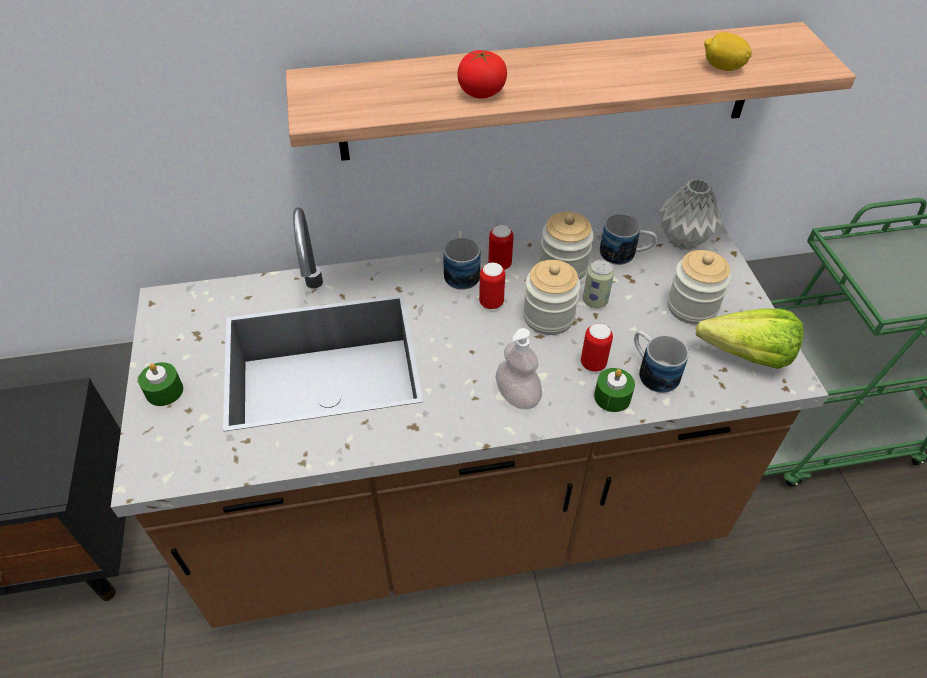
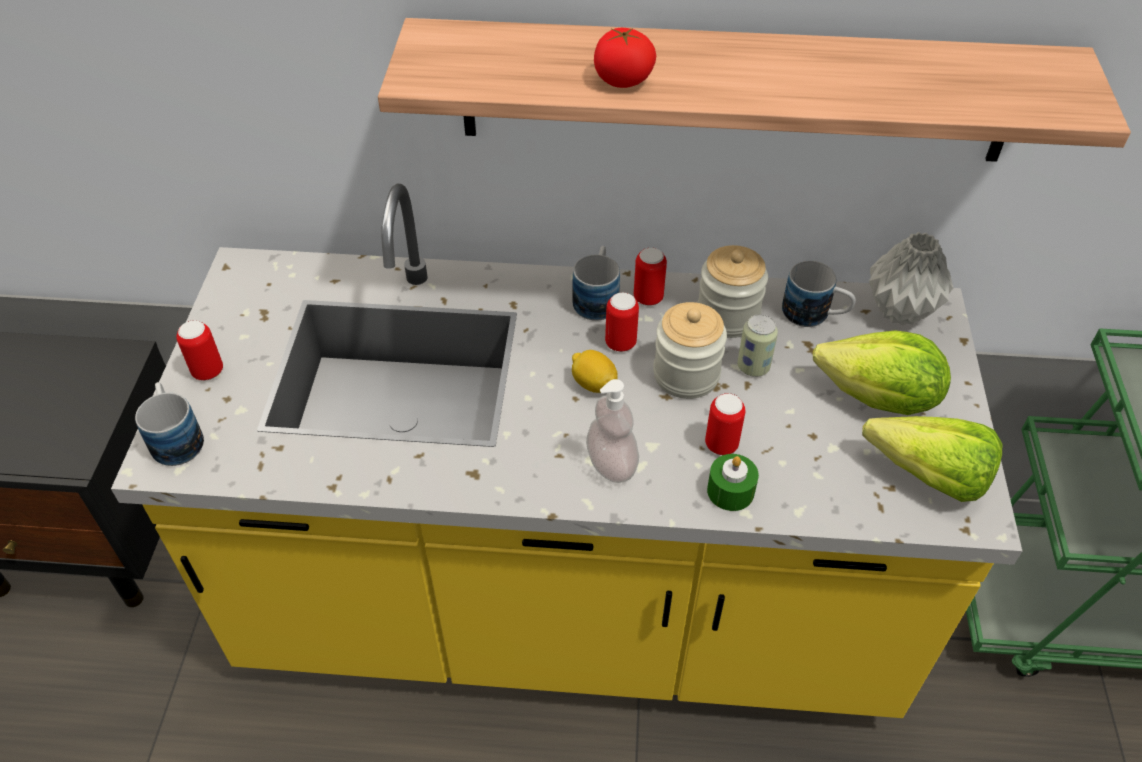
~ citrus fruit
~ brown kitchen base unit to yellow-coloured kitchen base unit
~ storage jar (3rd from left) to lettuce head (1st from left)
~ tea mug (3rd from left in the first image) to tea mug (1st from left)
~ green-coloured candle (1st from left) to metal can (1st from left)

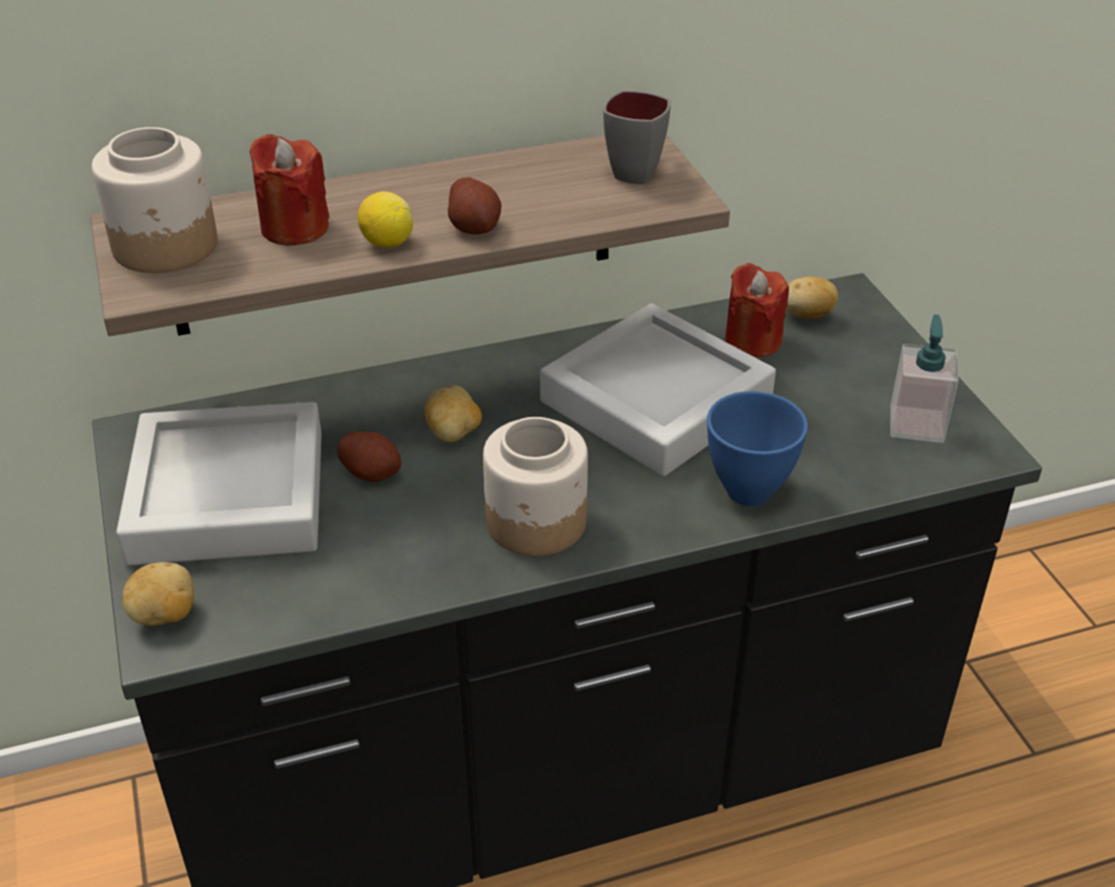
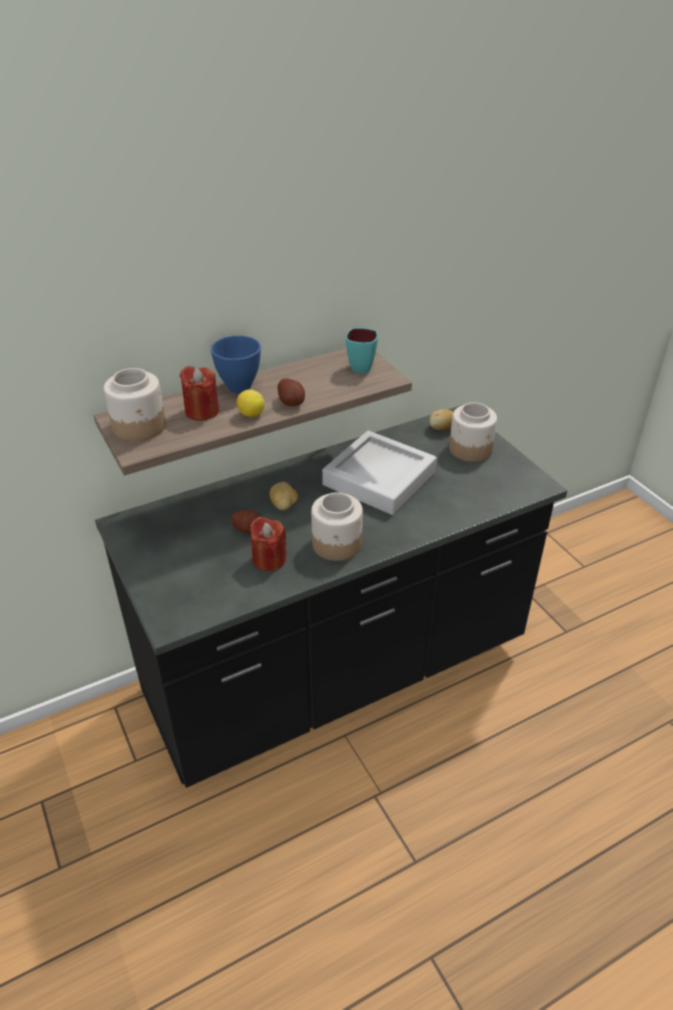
~ gray tea mug to blue-green tea mug
~ reddish candle (2nd from left)
- soap dispenser
~ blue deep dish
- gray tray (1st from left)
- potato (1st from left)
+ storage jar (3rd from left)

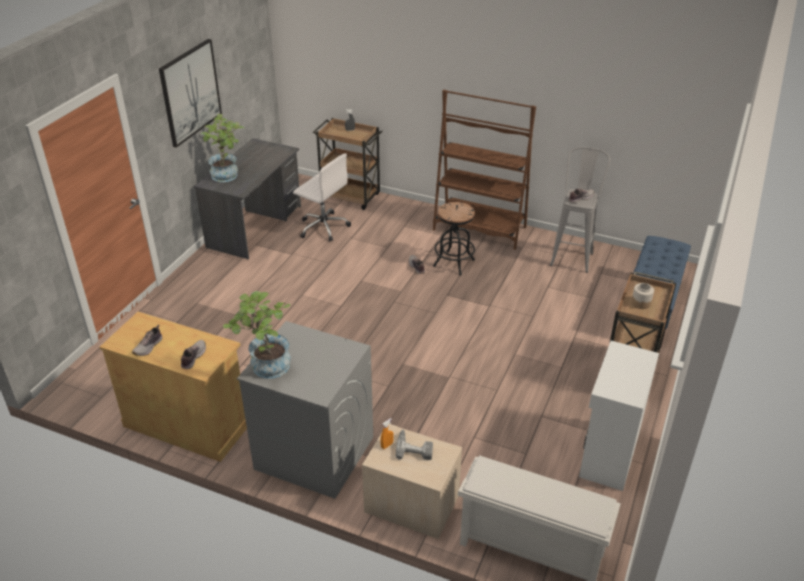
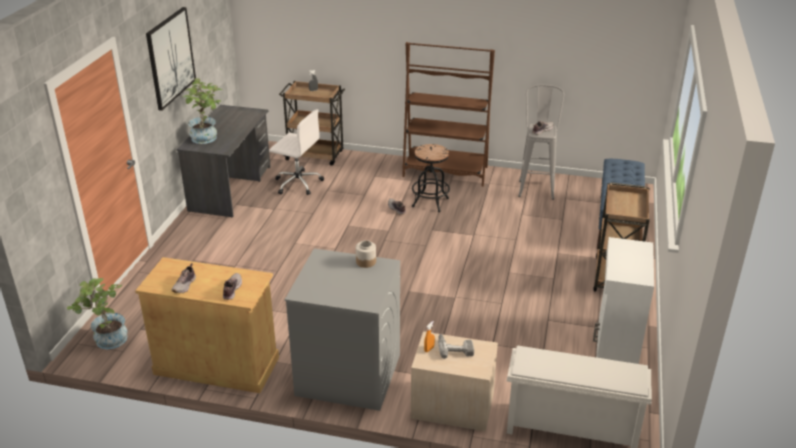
~ storage jar
~ plant in a pot (2nd from left in the first image) to plant in a pot (1st from left)

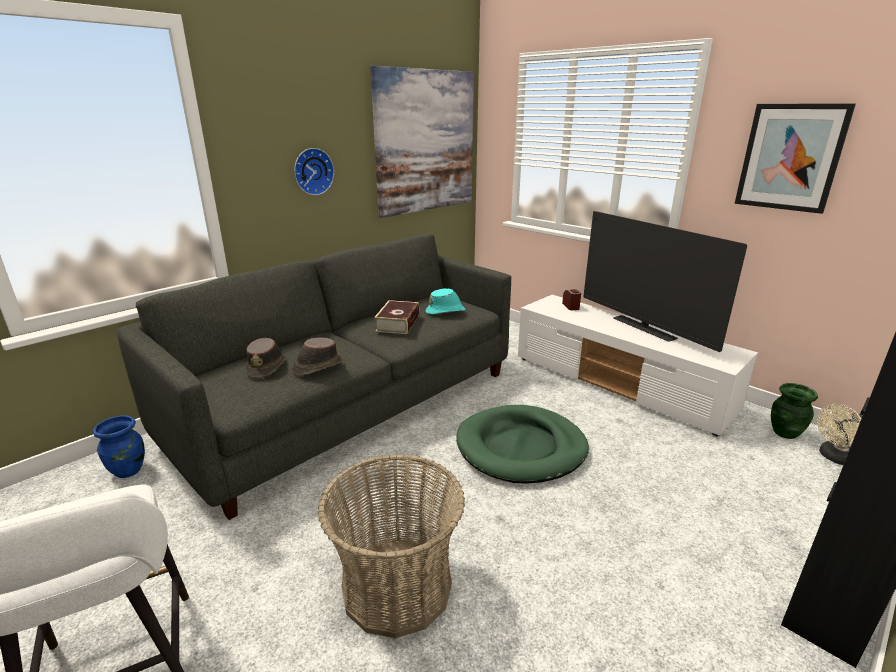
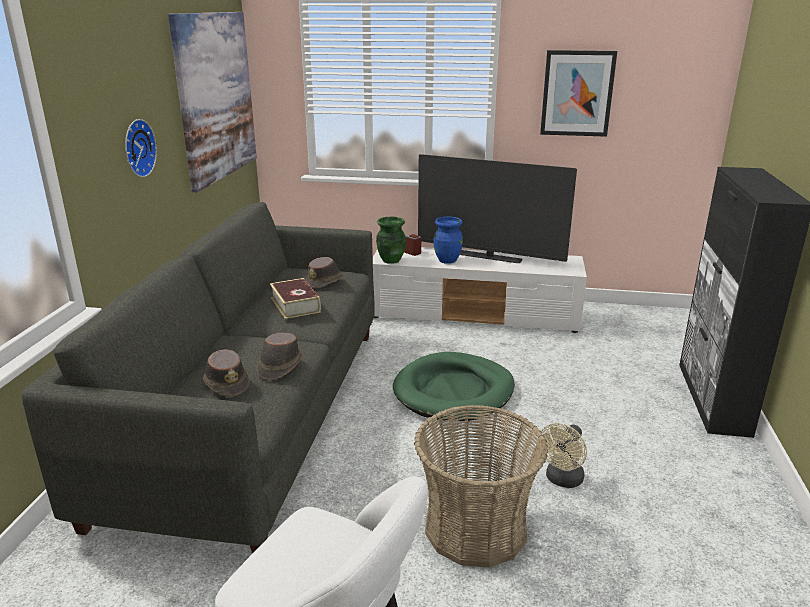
~ blue-green clothing hat to brown clothing hat (3rd from left)
~ green-coloured flower vase
~ beige-coloured fan
~ blue flower vase

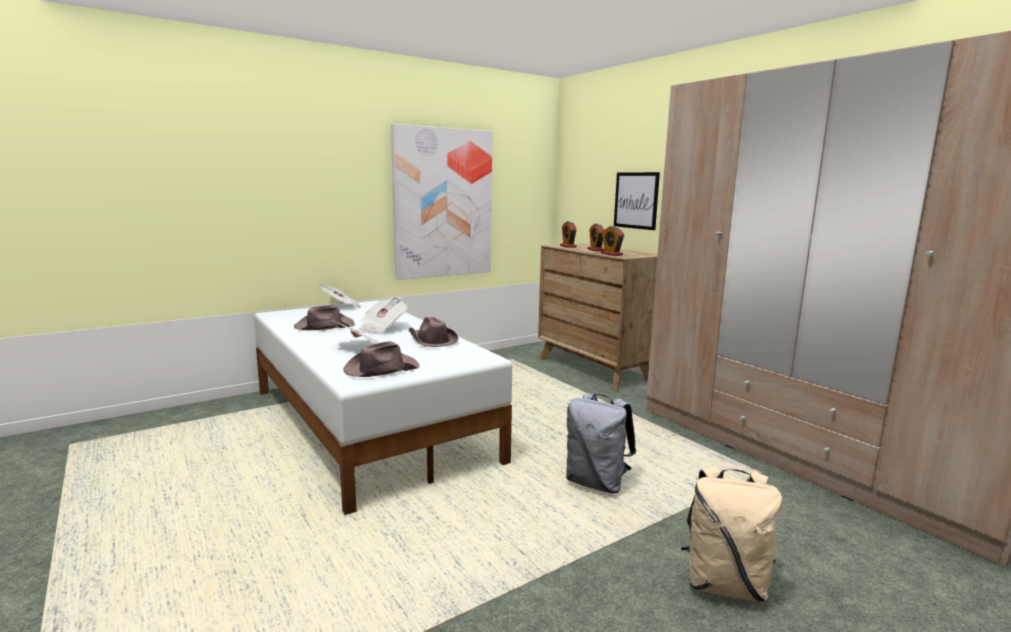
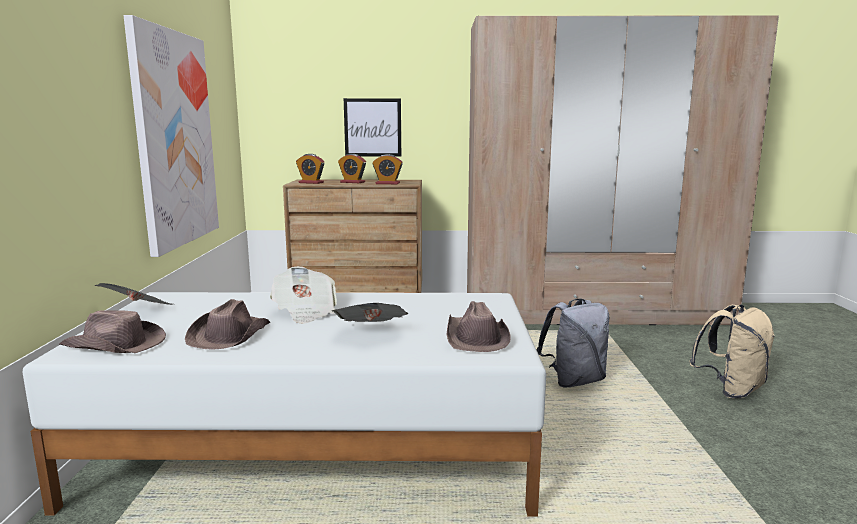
~ brown clothing hat (3rd from left in the first image) to brown clothing hat (1st from left)

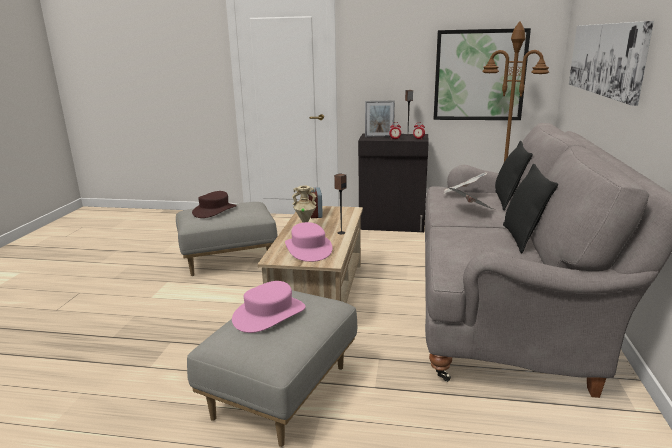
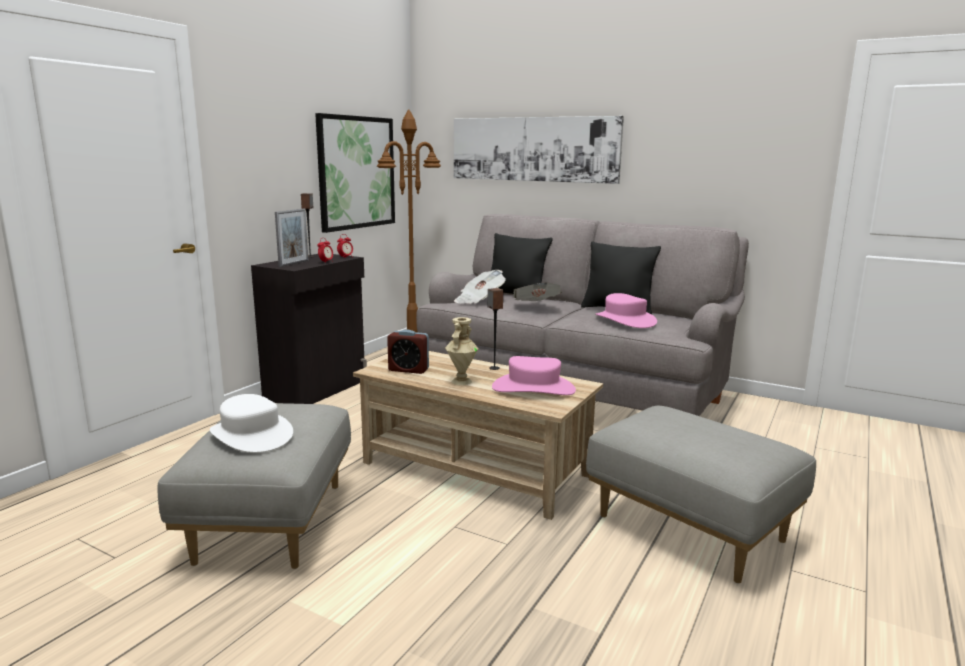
~ brown clothing hat to white clothing hat
~ pink-coloured clothing hat (1st from left in the first image) to pink-coloured clothing hat (2nd from left)

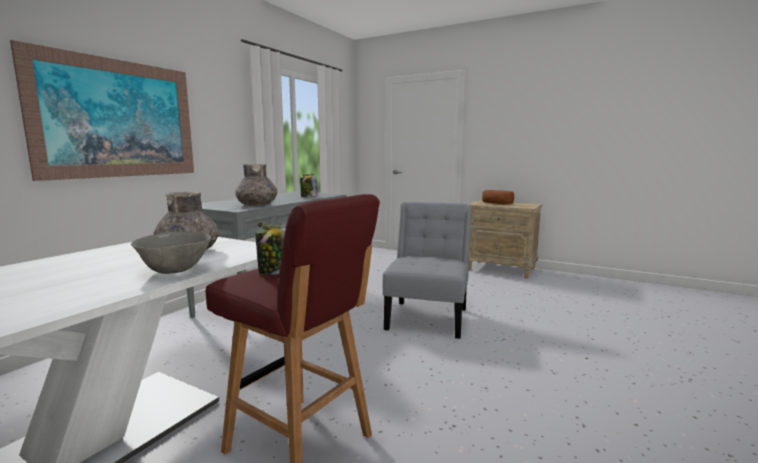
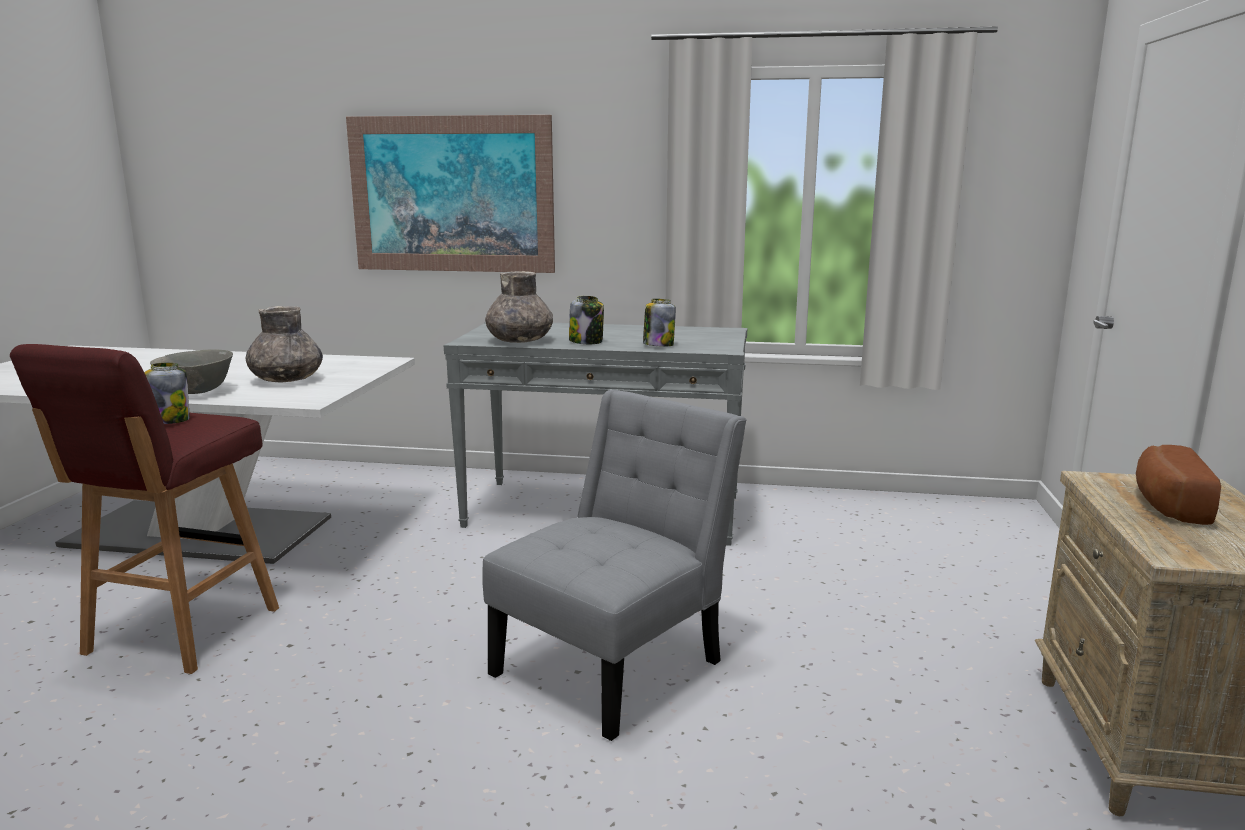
~ gray plain chair 45 degrees counterclockwise
+ storage jar (2nd from left)

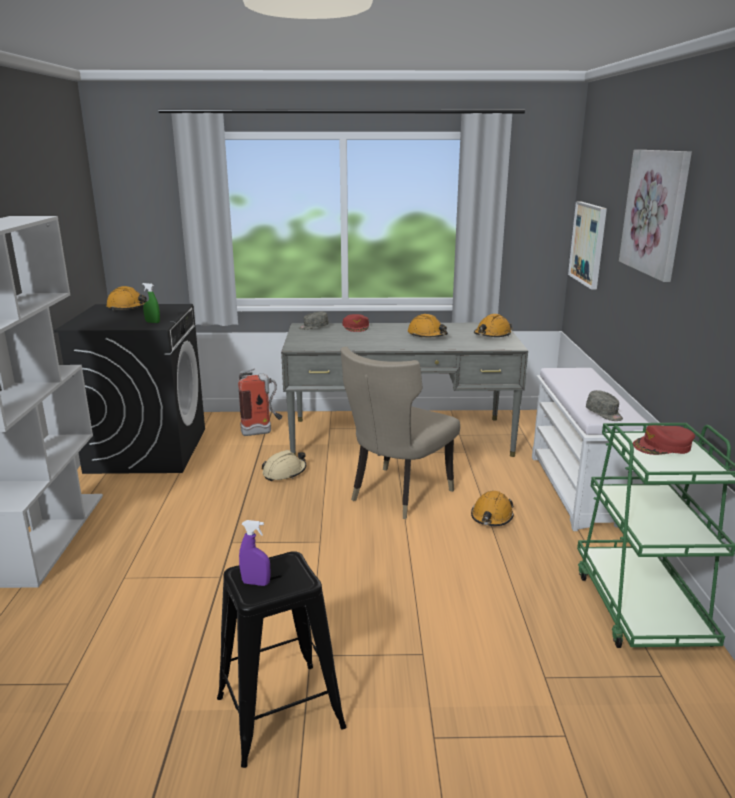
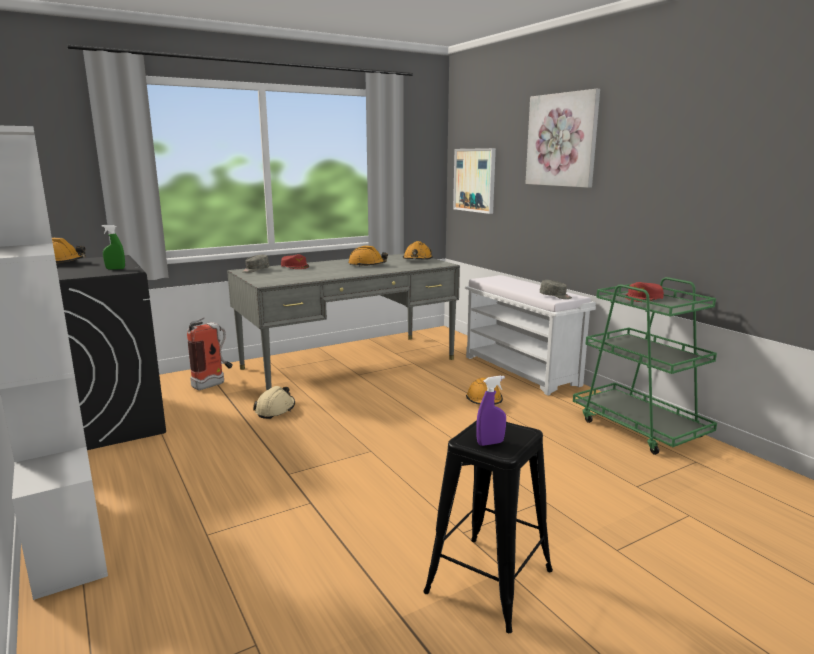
- beige-coloured plain chair

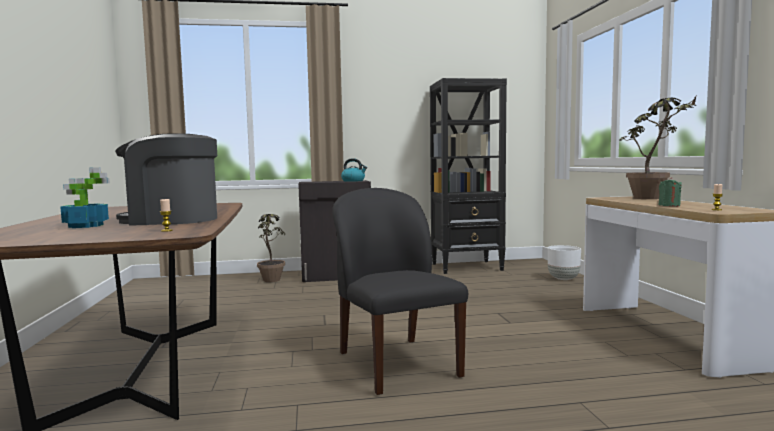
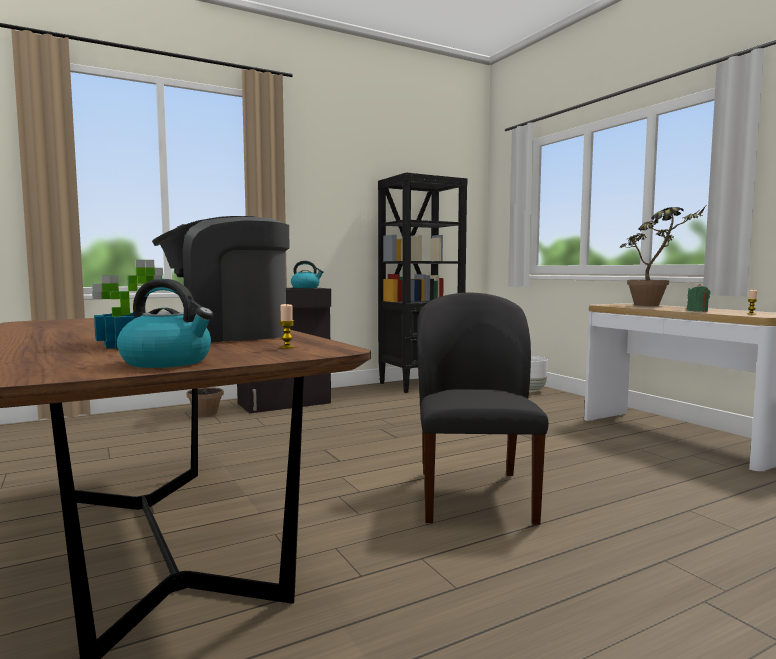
~ black plain chair 45 degrees clockwise
+ kettle (1st from left)

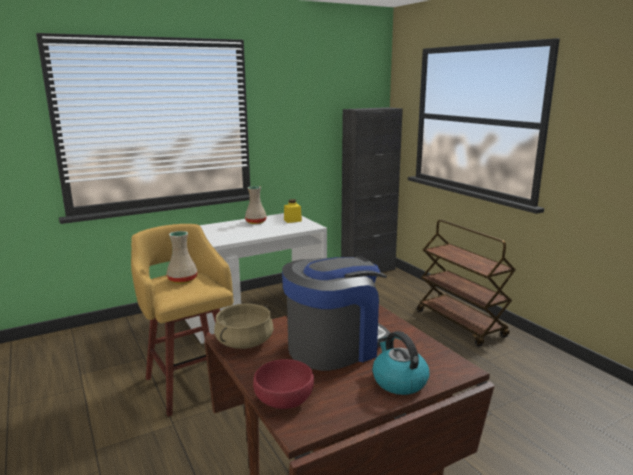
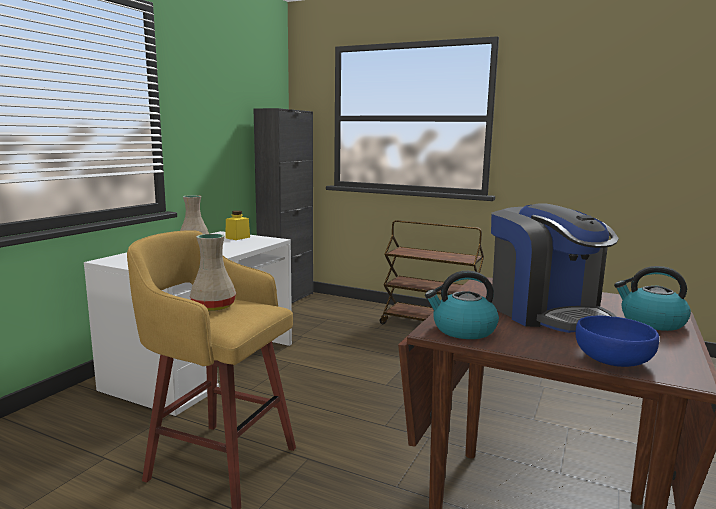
~ coffee maker 135 degrees clockwise
~ beige-coloured stockpot to kettle (1st from left)
~ reddish deep dish to blue deep dish

